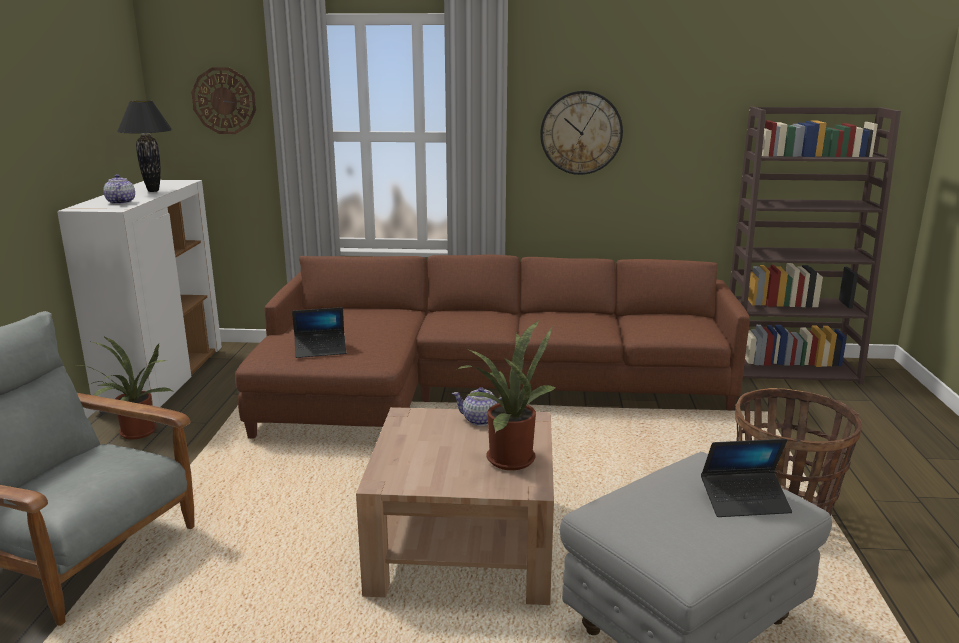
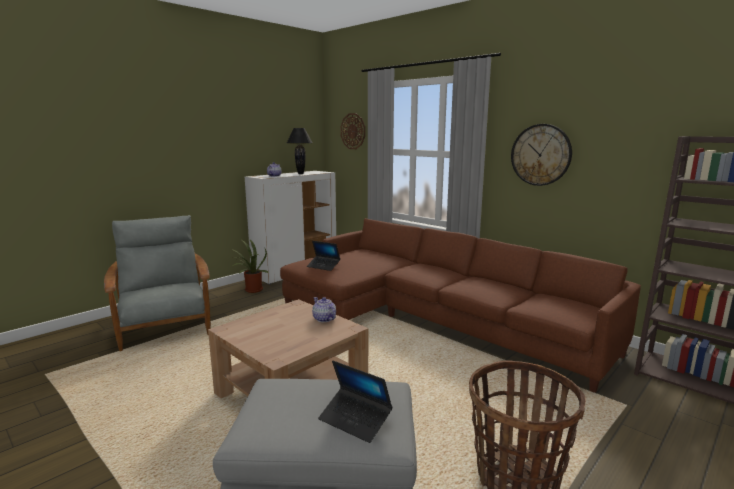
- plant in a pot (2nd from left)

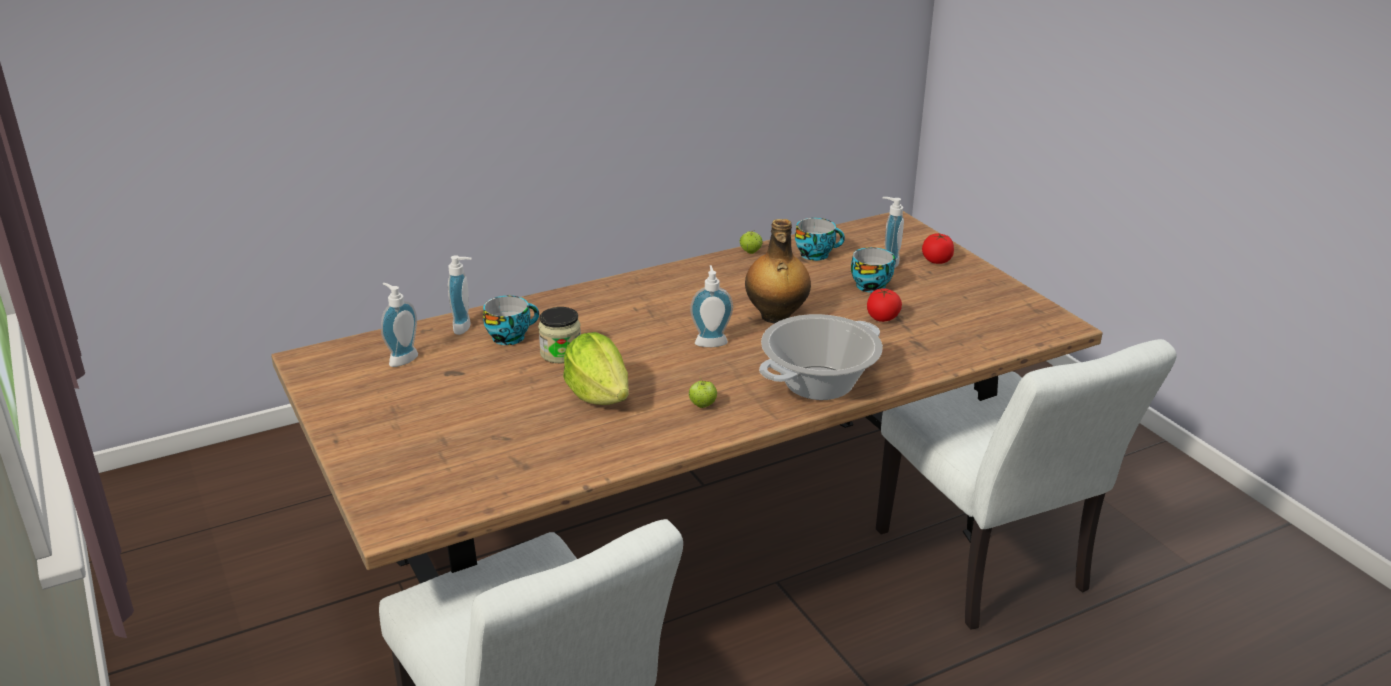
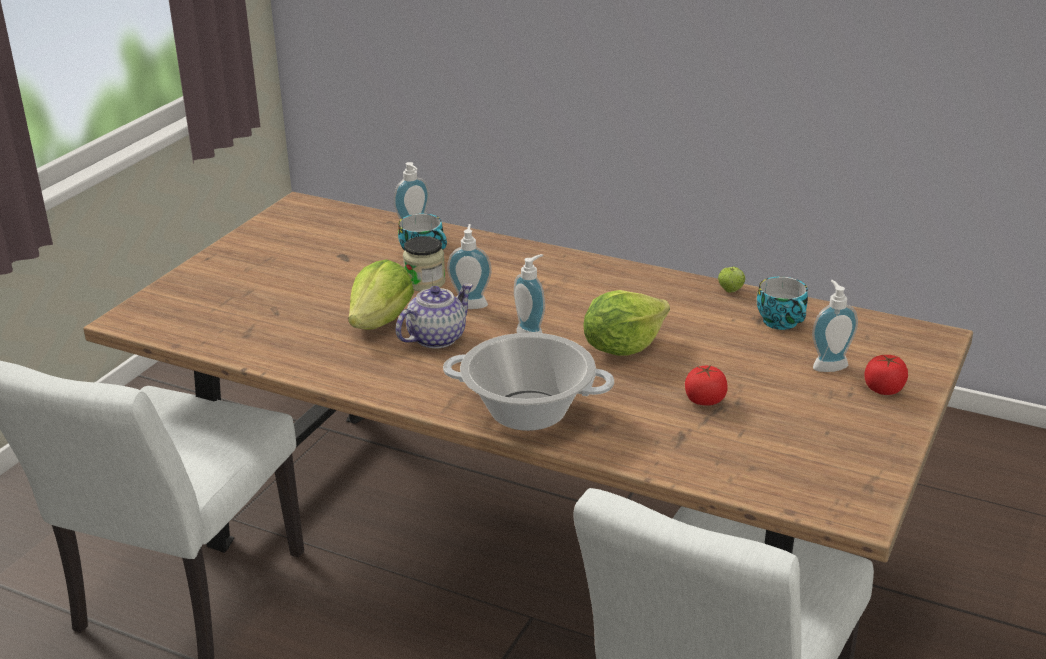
~ bottle to lettuce head (2nd from left)
- small cup (3rd from left)
~ soap dispenser (1st from left in the first image) to soap dispenser (2nd from left)
- apple (1st from left)
+ tea pot

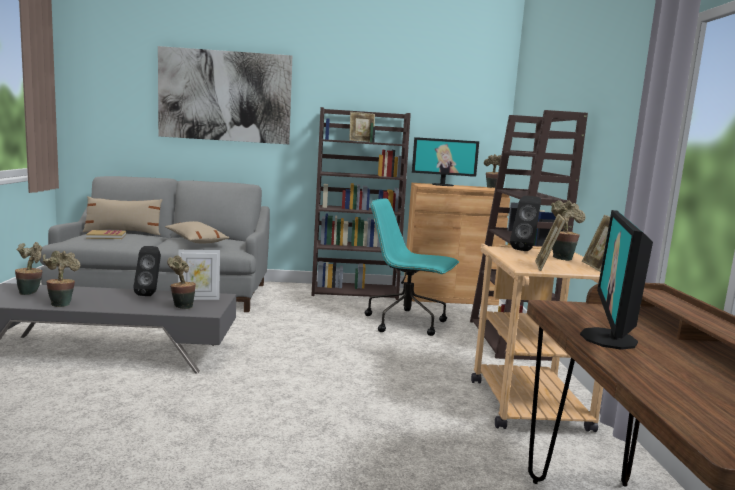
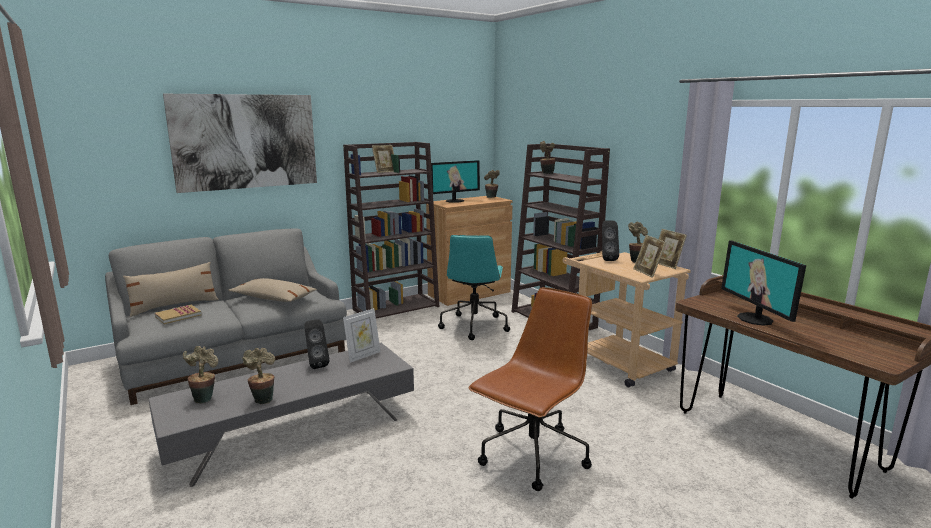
~ blue-green computer chair 75 degrees counterclockwise
~ plant in a pot (3rd from left in the first image) to plant in a pot (4th from left)
+ brown computer chair

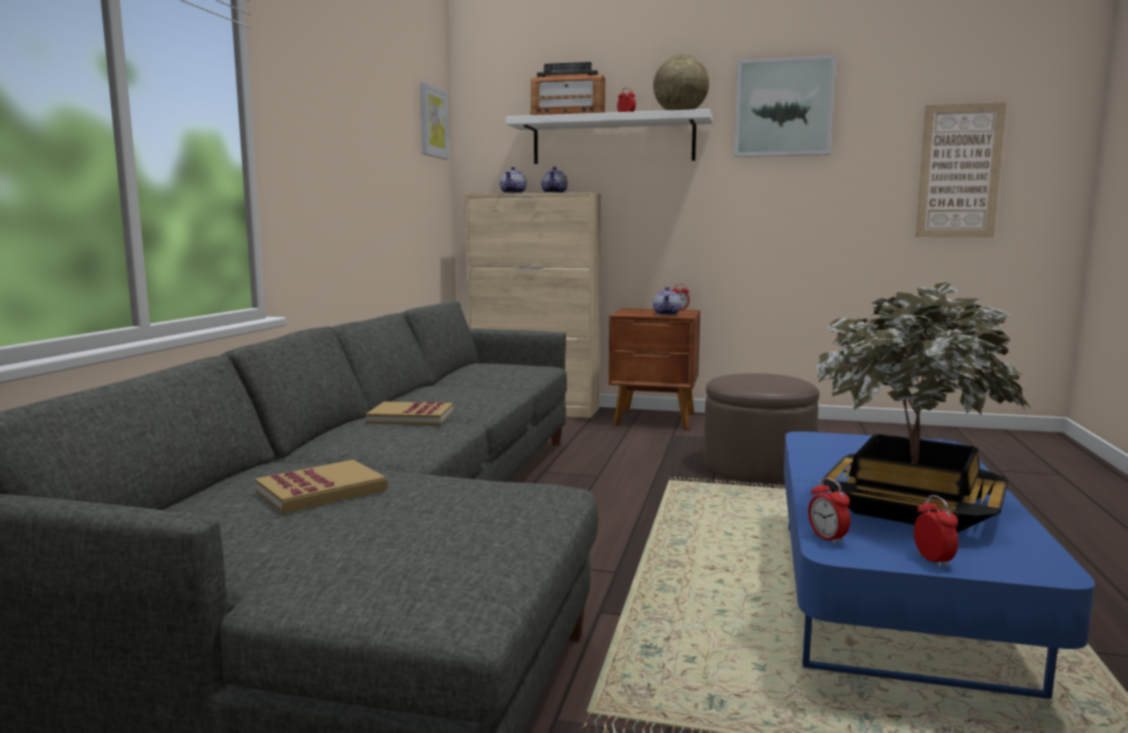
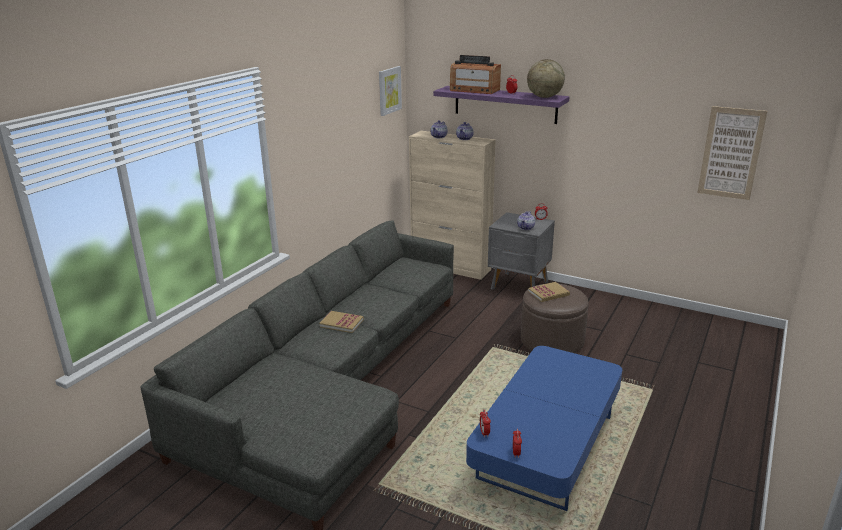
- wall art (2nd from left)
~ white bracket shelf to purple bracket shelf
- plant in a pot
~ brown nightstand to gray nightstand
~ bound book (1st from left in the first image) to bound book (2nd from left)

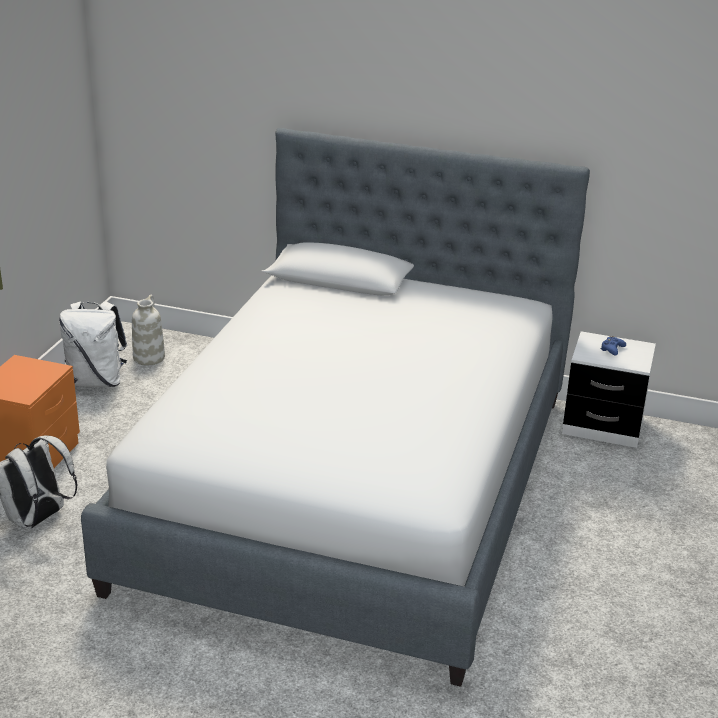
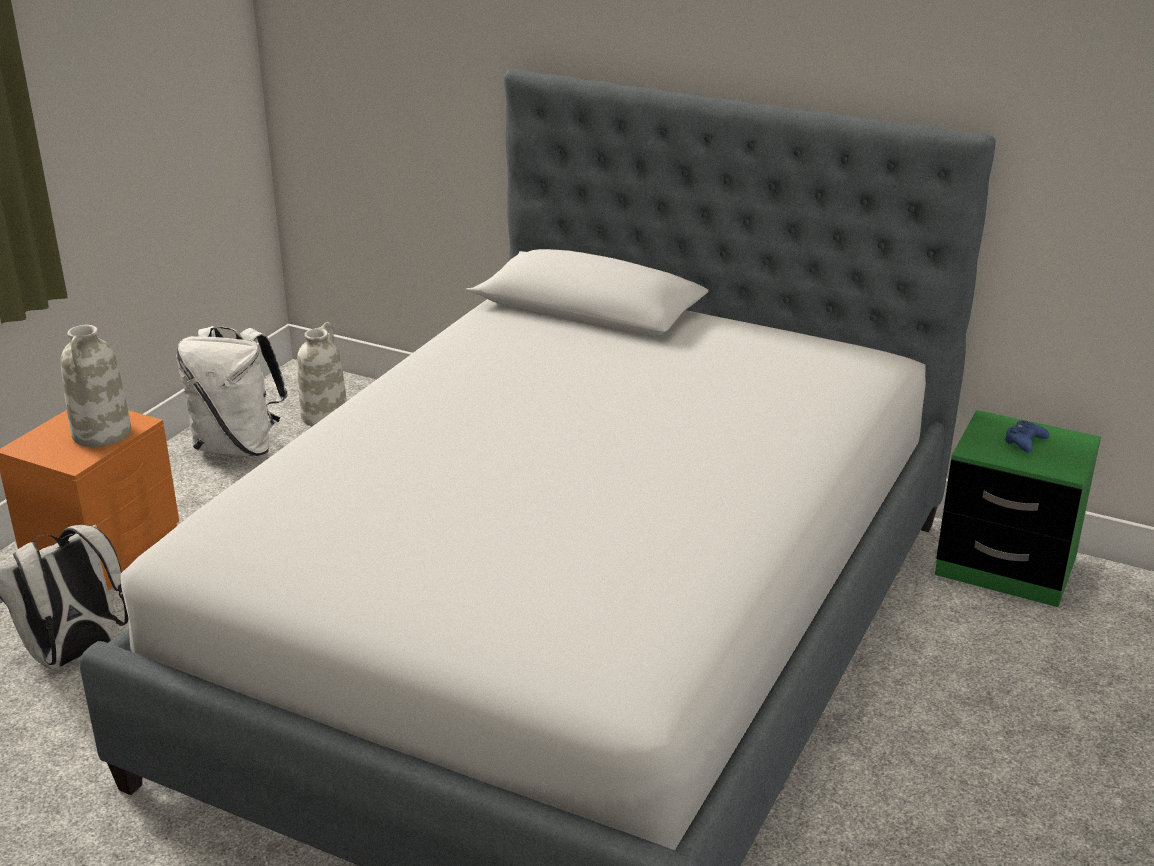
~ white nightstand to green-coloured nightstand
+ white flower vase (1st from left)

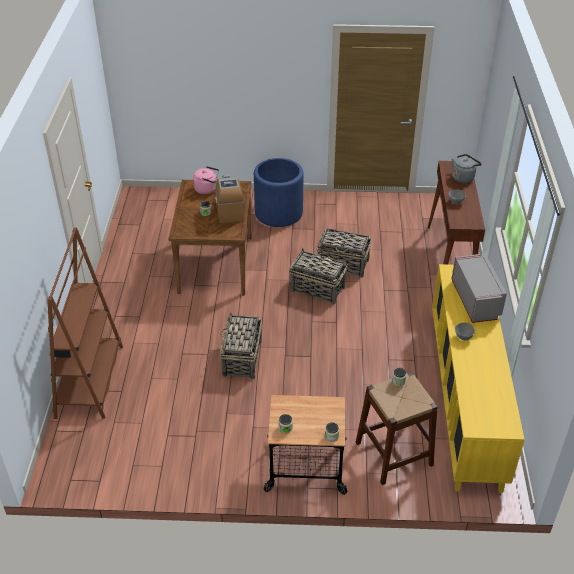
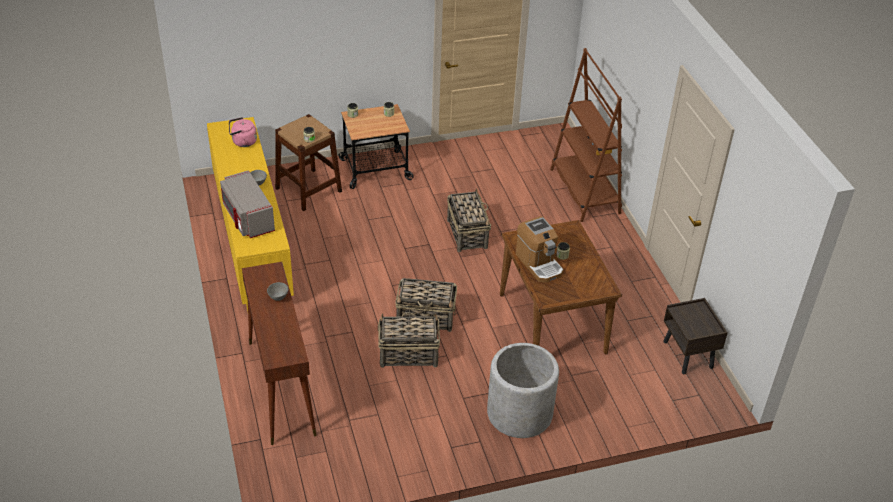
- gray kettle
~ blue flower pot to gray flower pot
~ pink-coloured kettle
+ brown nightstand

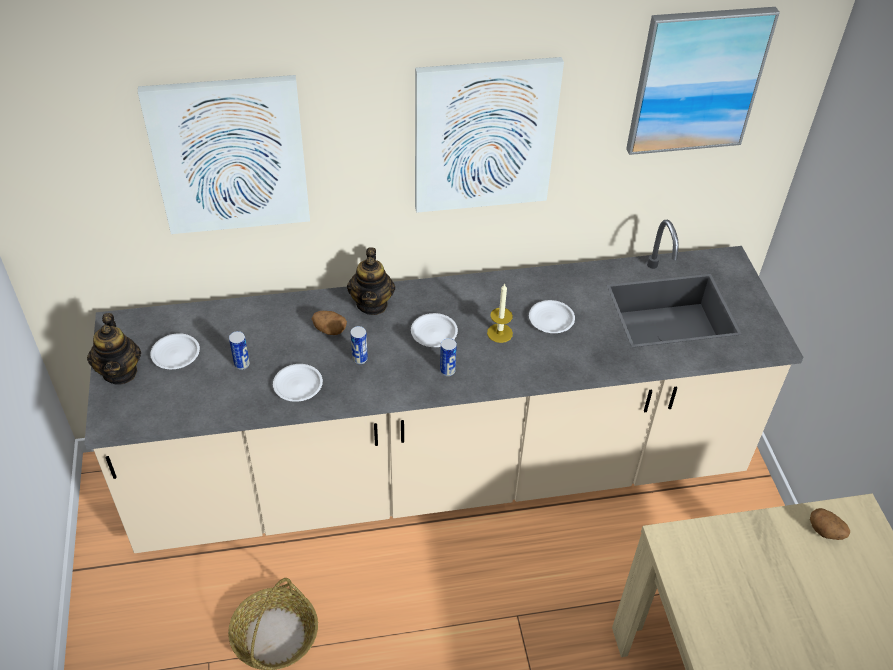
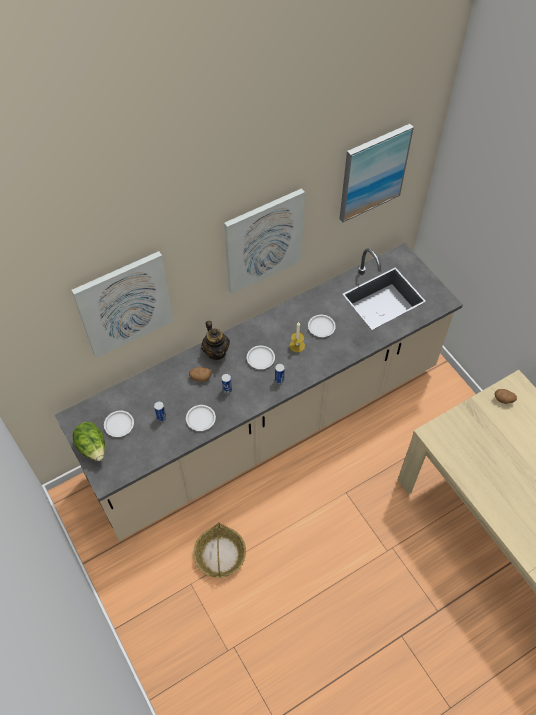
~ tea pot (1st from left) to lettuce head

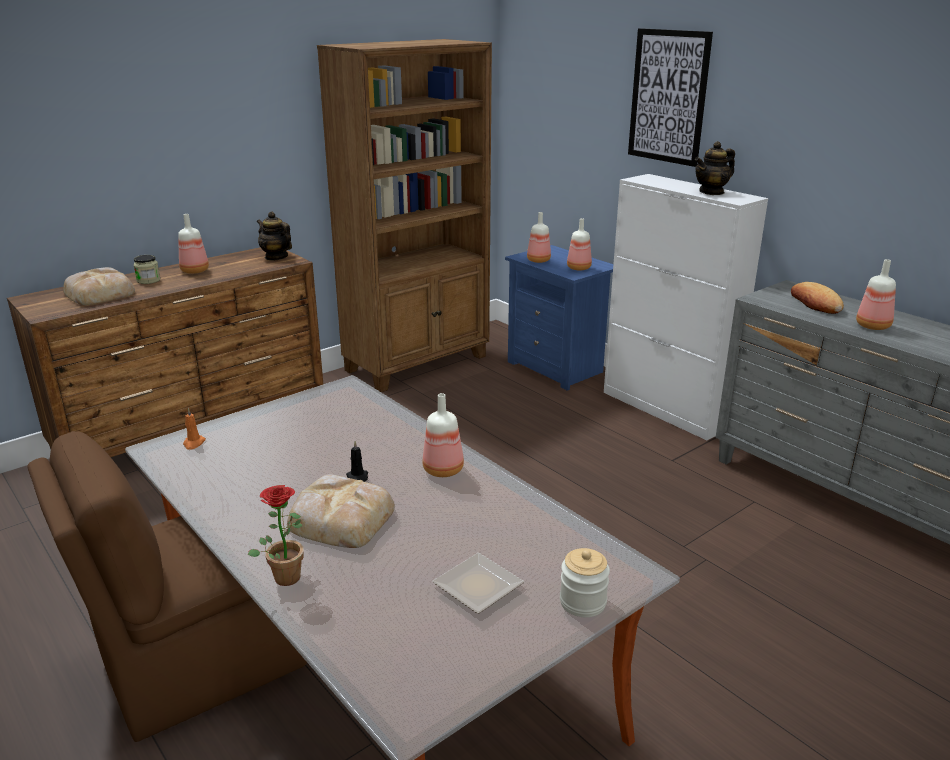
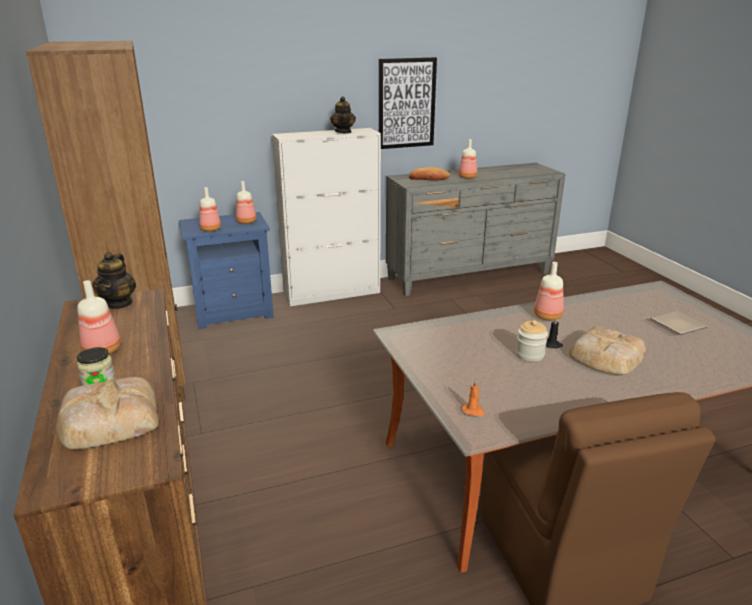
~ wall art
~ tea pot (1st from left) 60 degrees counterclockwise
- plant in a pot
~ storage jar (2nd from left)

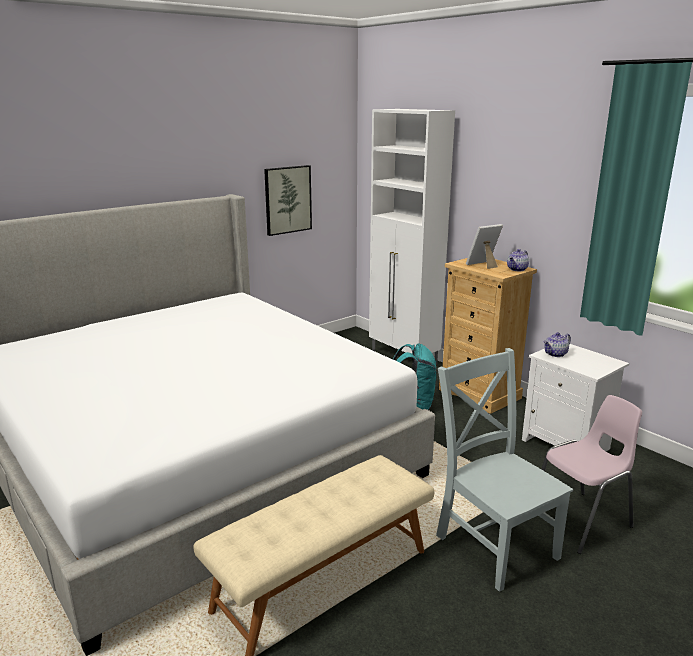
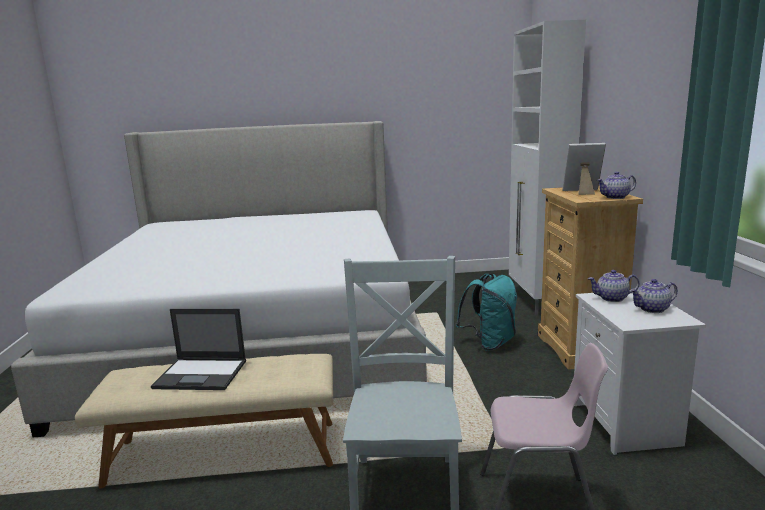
- wall art
+ tea pot (3rd from left)
+ portable computer

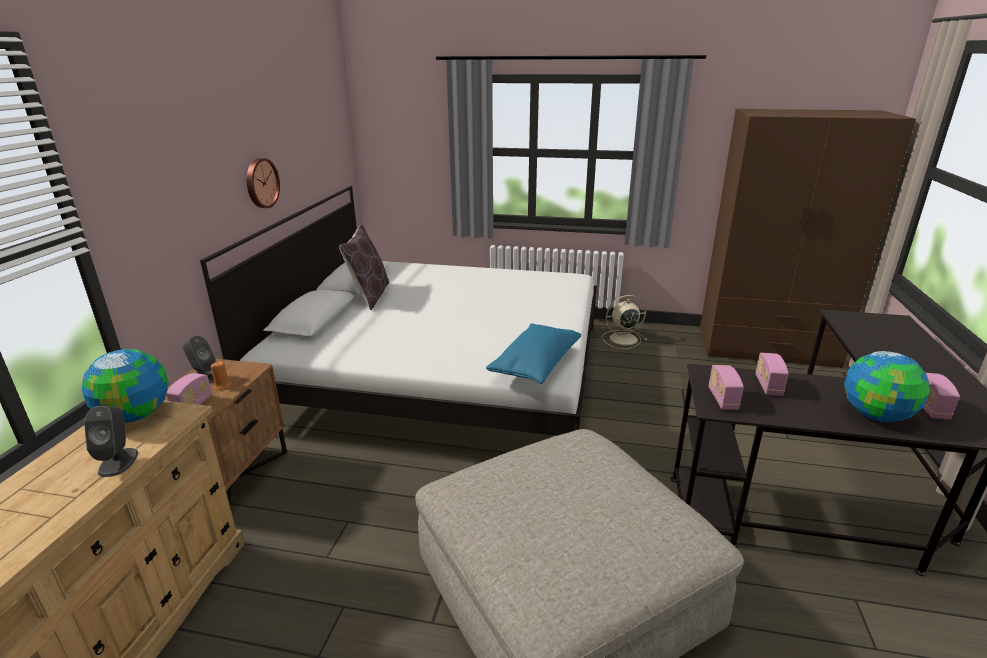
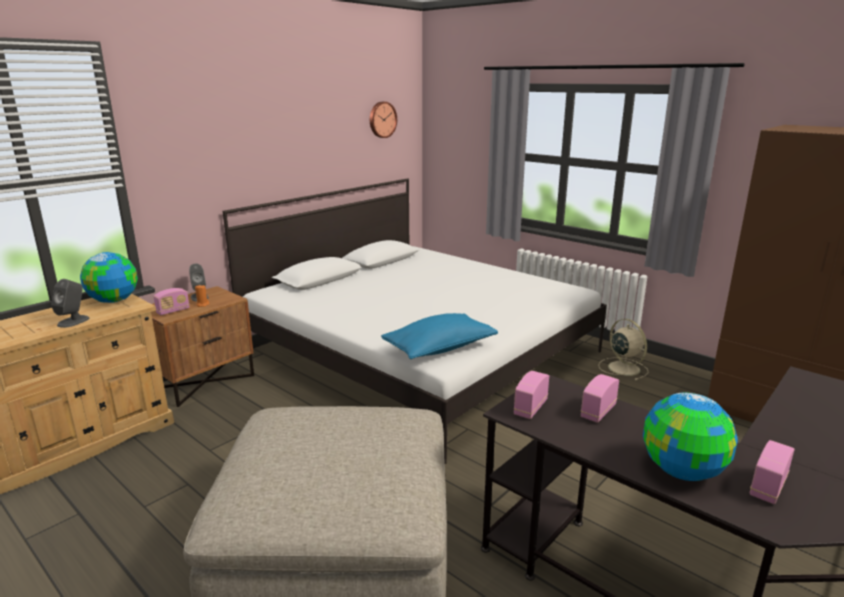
~ clock on the wall
- brown throw pillow
~ beige-coloured fan 45 degrees clockwise

